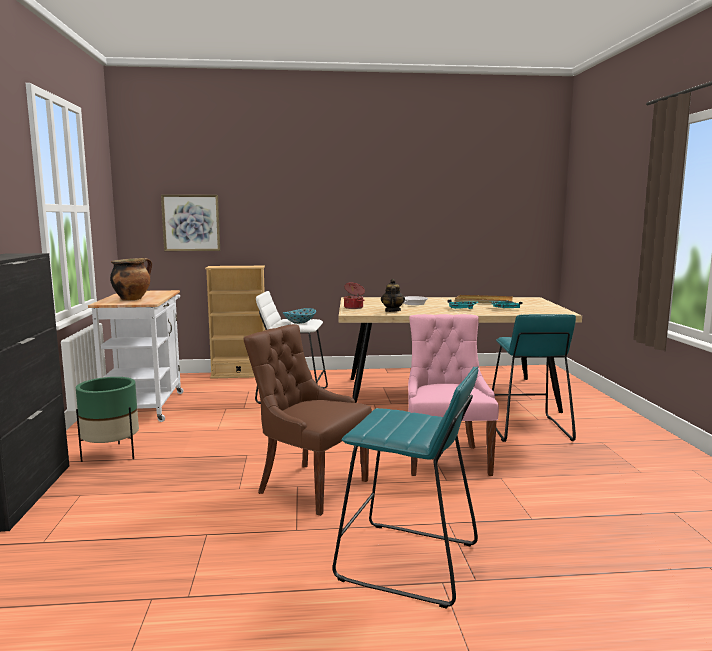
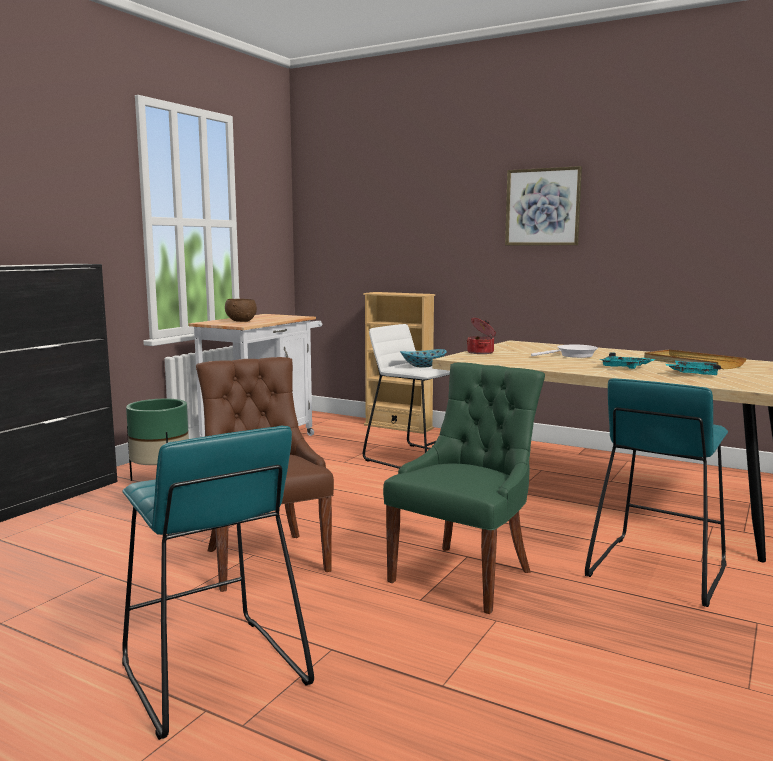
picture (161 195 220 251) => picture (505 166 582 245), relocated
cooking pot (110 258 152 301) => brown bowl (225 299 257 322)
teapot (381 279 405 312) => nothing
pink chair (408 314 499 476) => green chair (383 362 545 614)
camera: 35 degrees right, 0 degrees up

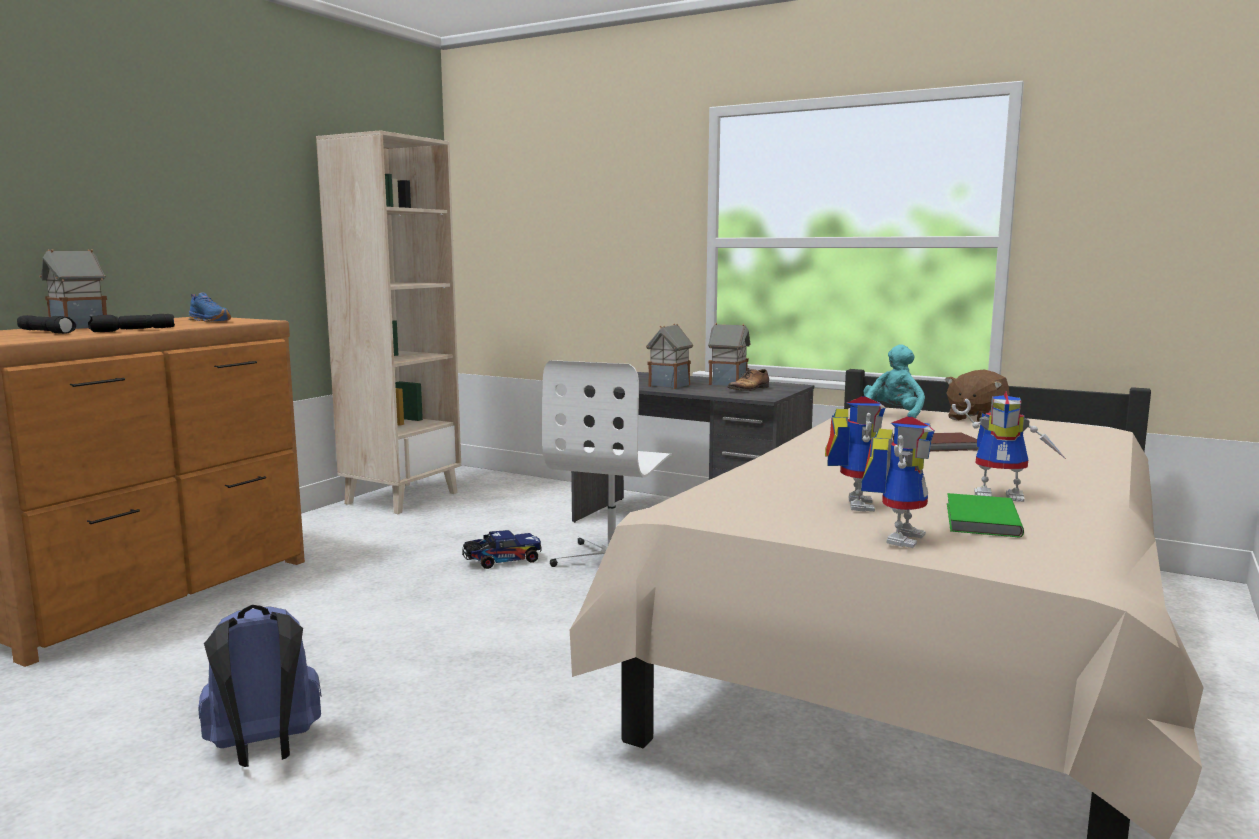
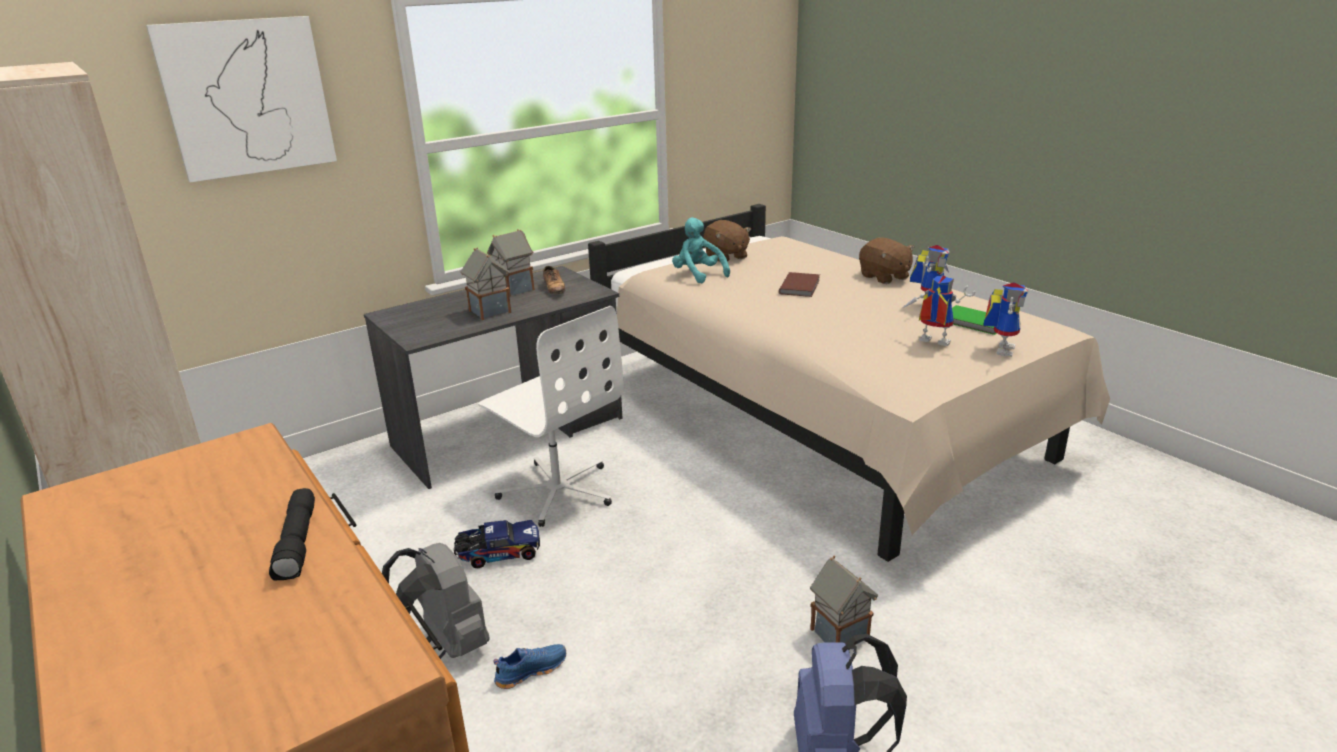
toy house (39 249 107 329) => toy house (810 556 878 644), relocated
blue shoe (188 293 231 322) => blue shoe (493 644 566 689), relocated
black flashlight (17 315 76 334) => nothing
toy robot (861 416 935 548) => toy robot (983 283 1028 357), 60 degrees clockwise
toy truck (462 530 542 569) => toy truck (454 520 540 568), 75 degrees clockwise
nothing => picture (146 16 337 183)
nothing => brown plush toy (859 238 915 284)
nothing => grey backpack (382 543 490 659)
camera: 65 degrees left, 15 degrees up

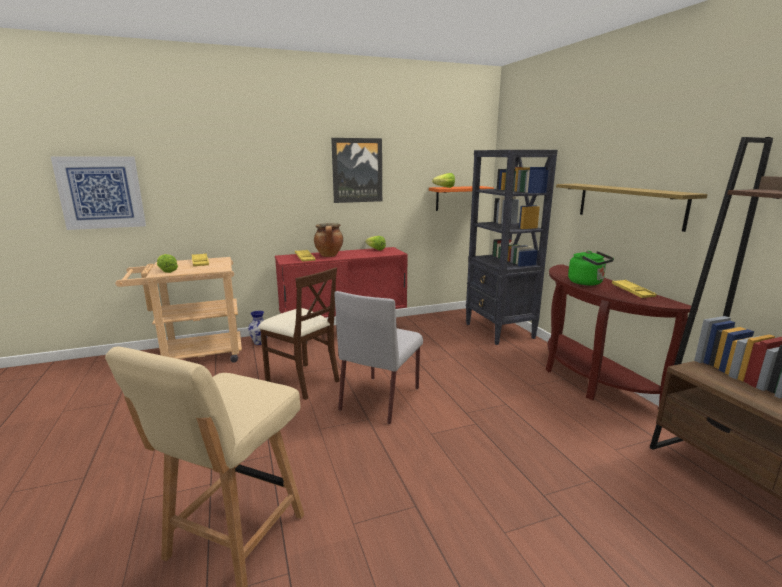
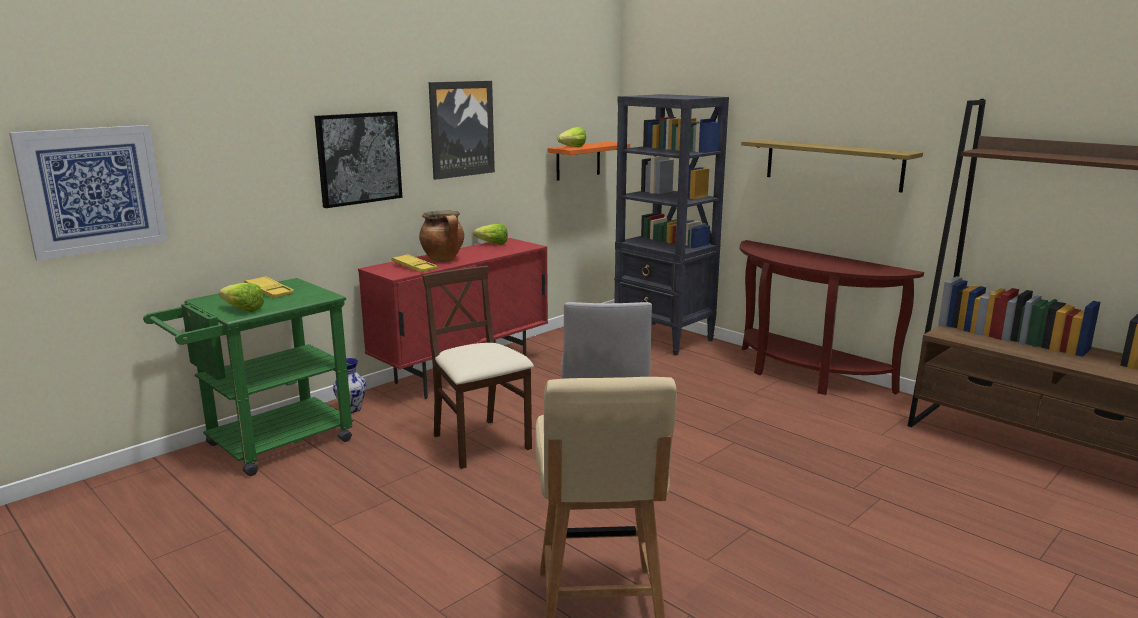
green kettle (568 251 614 285) => nothing
beige cart (115 257 242 363) => green cart (143 278 354 476)
beige chair (258 267 340 400) => beige chair (422 266 534 469), 135 degrees counterclockwise
yellow tray (612 280 657 298) => nothing
nothing => picture (314 112 402 208)
camera: 25 degrees left, 0 degrees up

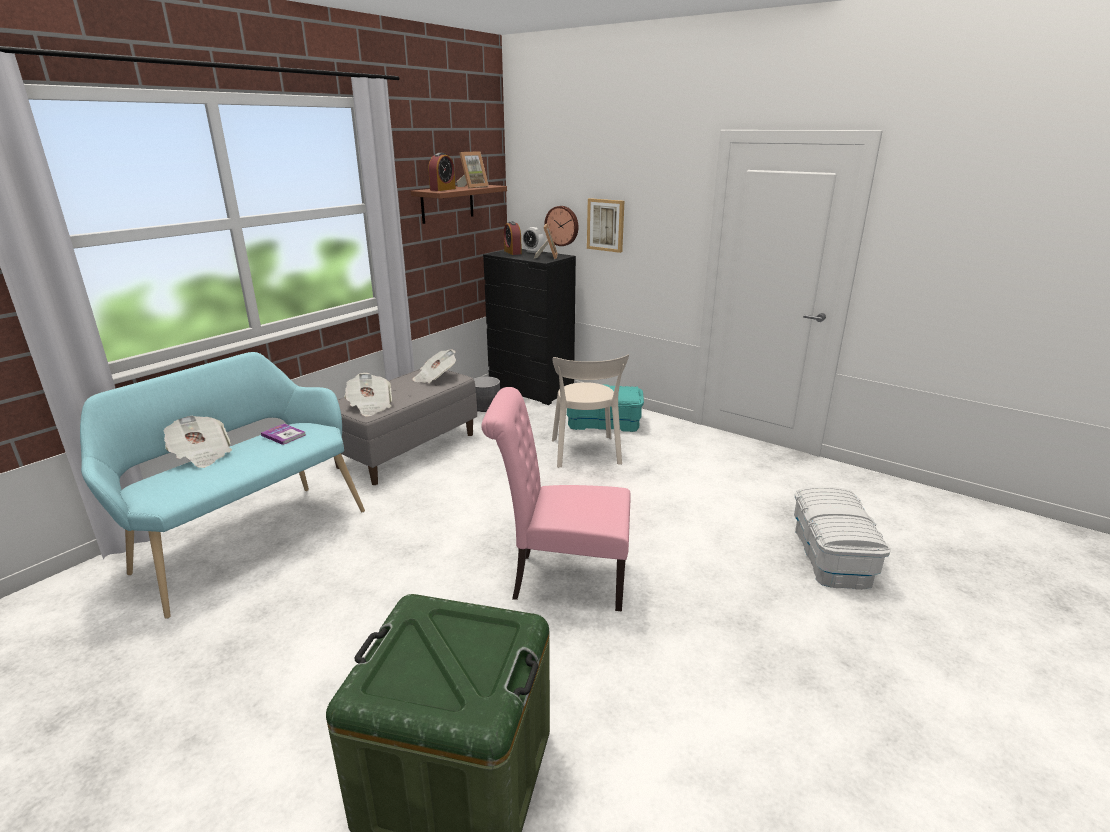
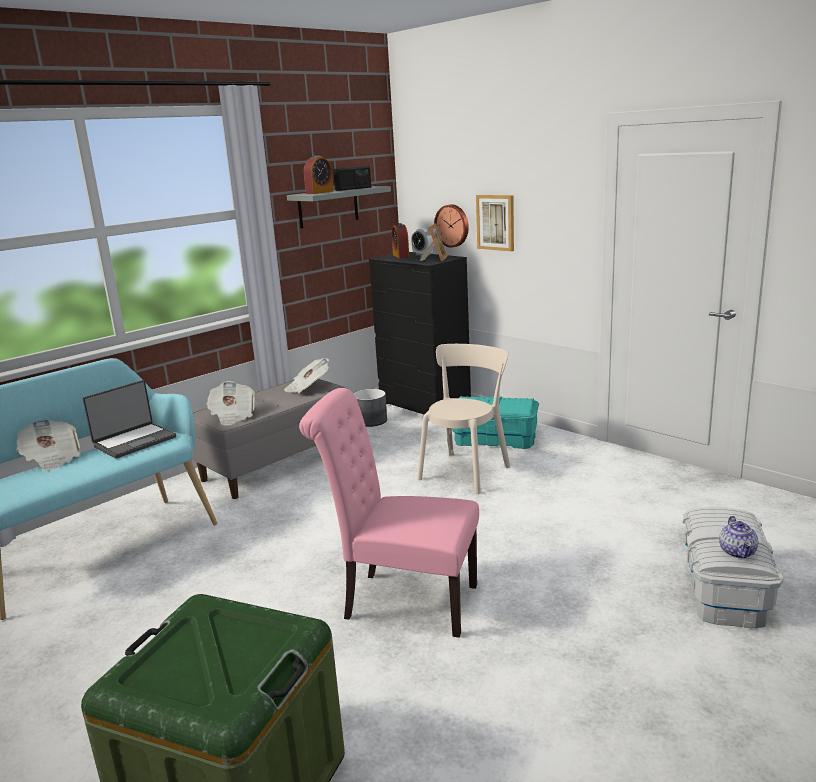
picture frame (457 151 489 188) => radio (333 166 371 191)
brown shelf (411 185 507 224) => grey shelf (287 186 391 229)
beige chair (552 355 629 468) => beige chair (417 344 510 494), 150 degrees counterclockwise
book (261 424 306 445) => laptop (82 380 176 459)
nothing => teapot (719 516 758 558)
camera: 10 degrees right, 5 degrees down

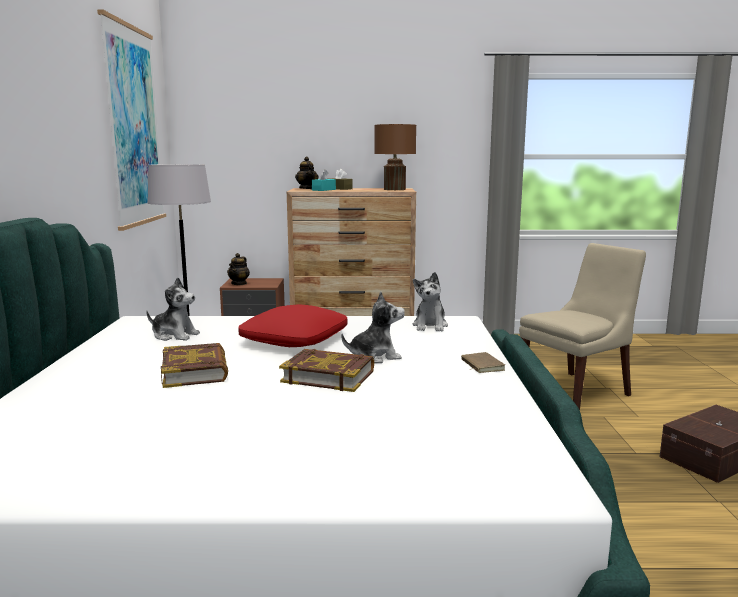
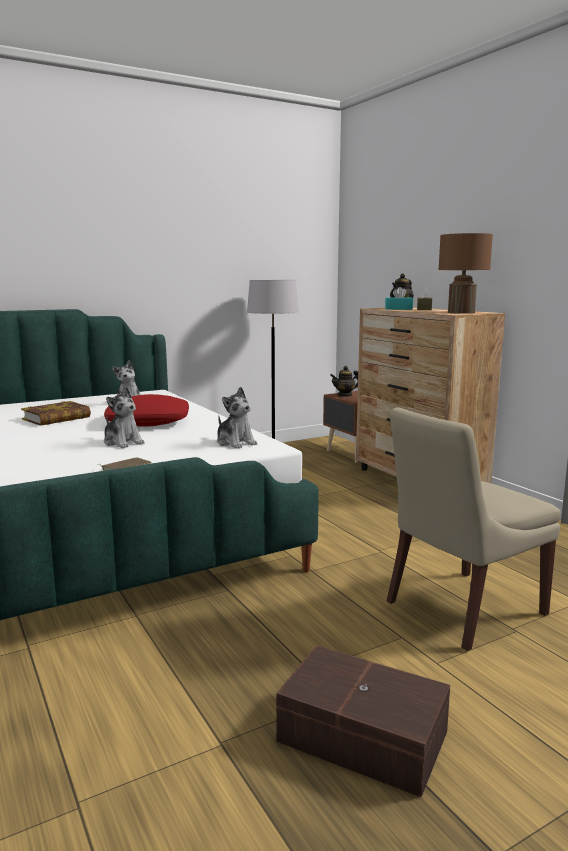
picture (97 9 166 231) => nothing
beige chair (519 243 646 410) => beige chair (387 407 561 651), 120 degrees clockwise
plush toy (413 272 448 331) => plush toy (217 387 257 449), 105 degrees counterclockwise
book (279 349 374 392) => nothing
camera: 60 degrees right, 0 degrees up

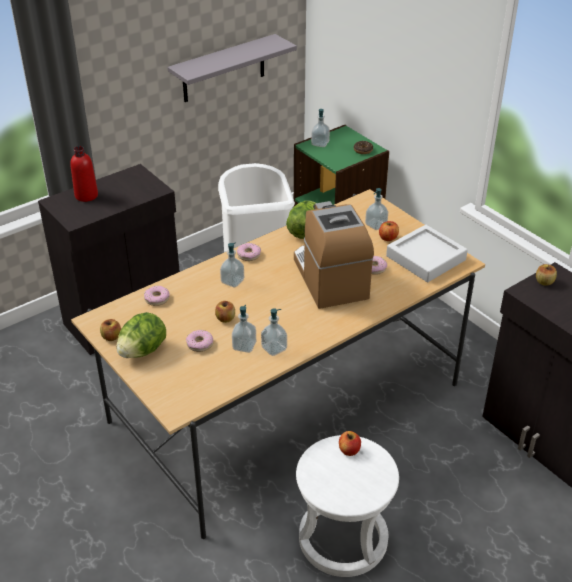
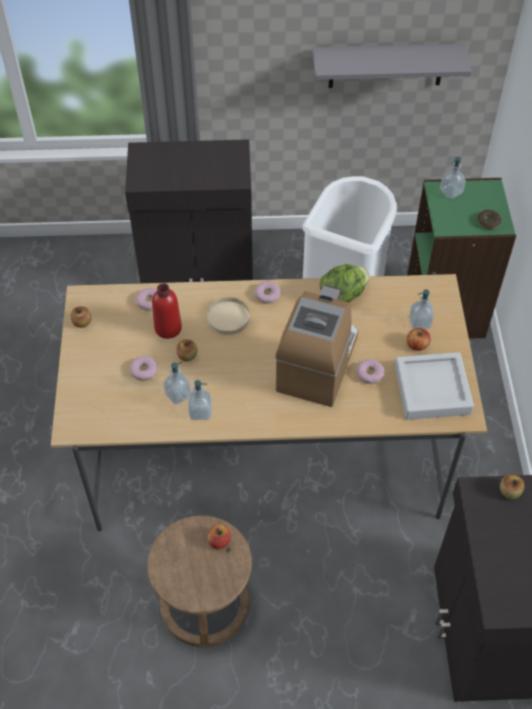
red bottle (70 146 98 202) => red bottle (152 283 182 339), relocated
soap dispenser (220 243 244 288) => beige plate (207 298 250 335)
lettuce (117 312 166 358) => nothing
white stool (296 435 399 577) => brown stool (147 515 252 647)
camera: 35 degrees right, 15 degrees up

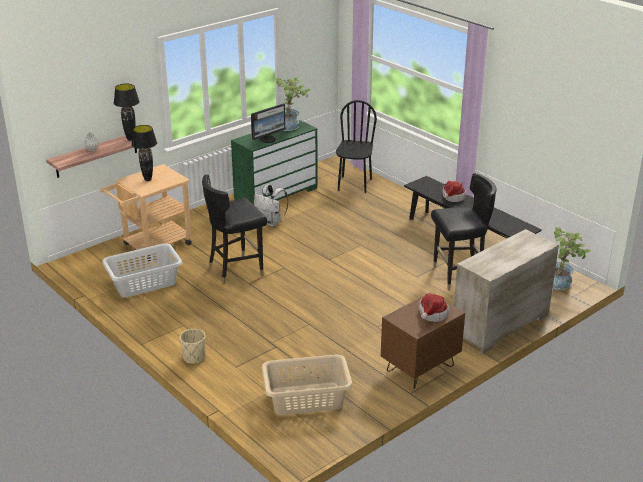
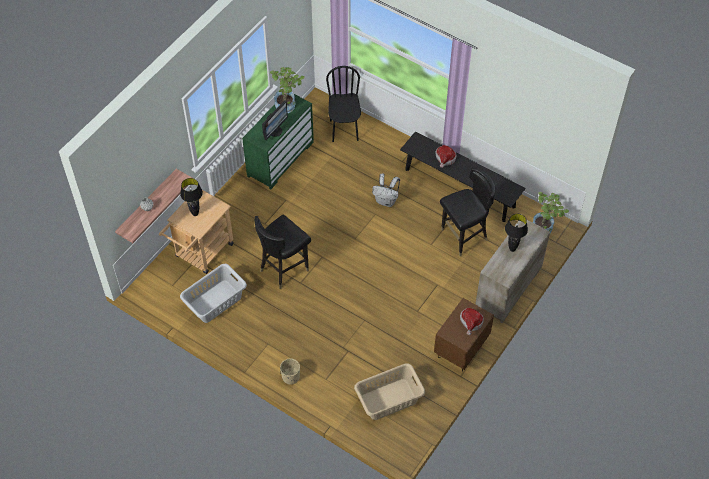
black table lamp (114 84 140 141) => black table lamp (505 214 528 252), relocated
white backpack (254 184 288 226) => white backpack (372 173 400 207), relocated
camera: 15 degrees left, 25 degrees up

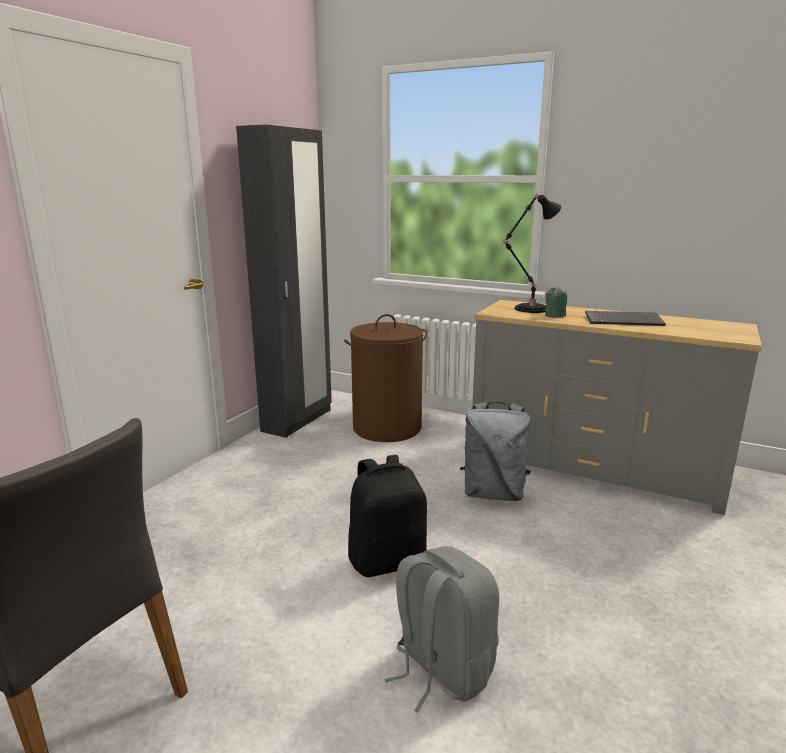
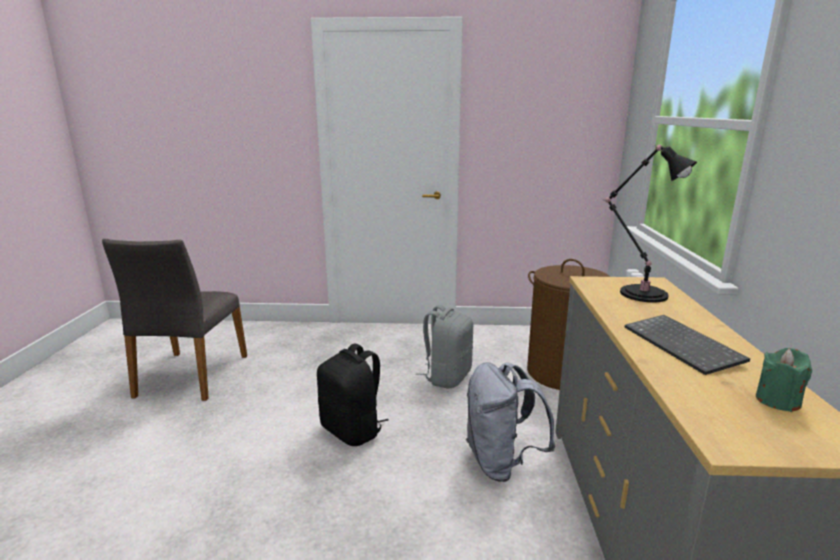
black wardrobe (236 125 332 438) => nothing
green candle (545 287 567 318) => green candle (756 348 812 412), relocated
grey backpack (384 546 499 713) => grey backpack (416 305 473 388), relocated
camera: 65 degrees right, 0 degrees up

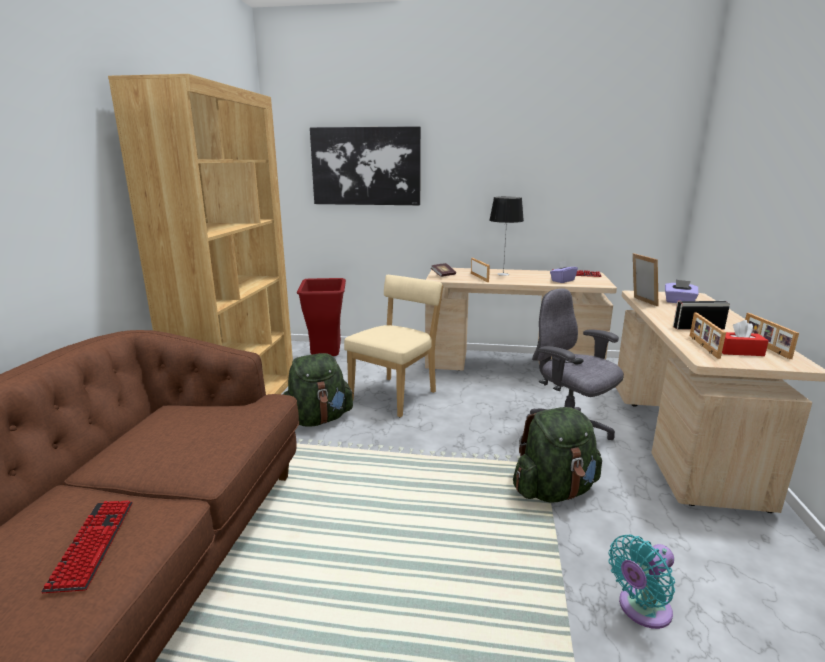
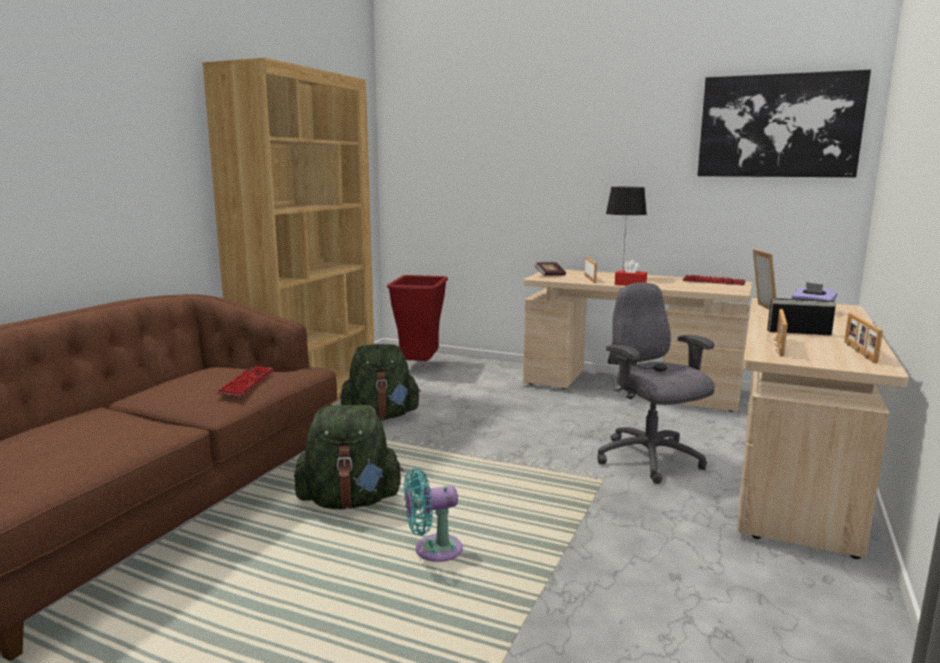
picture (310 126 421 205) => picture (697 70 871 177), relocated
purple tissue box (550 261 578 283) => nothing
beige chair (344 275 443 417) => nothing
red tissue box (722 320 769 356) => red tissue box (615 260 647 286), relocated
green backpack (513 407 602 503) => green backpack (294 405 404 509), relocated
keyboard (41 500 133 593) => keyboard (217 366 274 397), relocated
turquoise fan (608 534 675 629) => turquoise fan (404 469 463 562), relocated
camera: 15 degrees right, 5 degrees down

